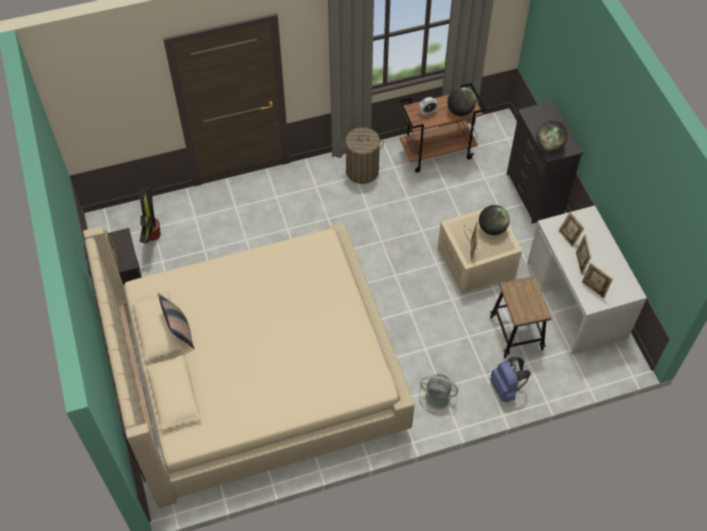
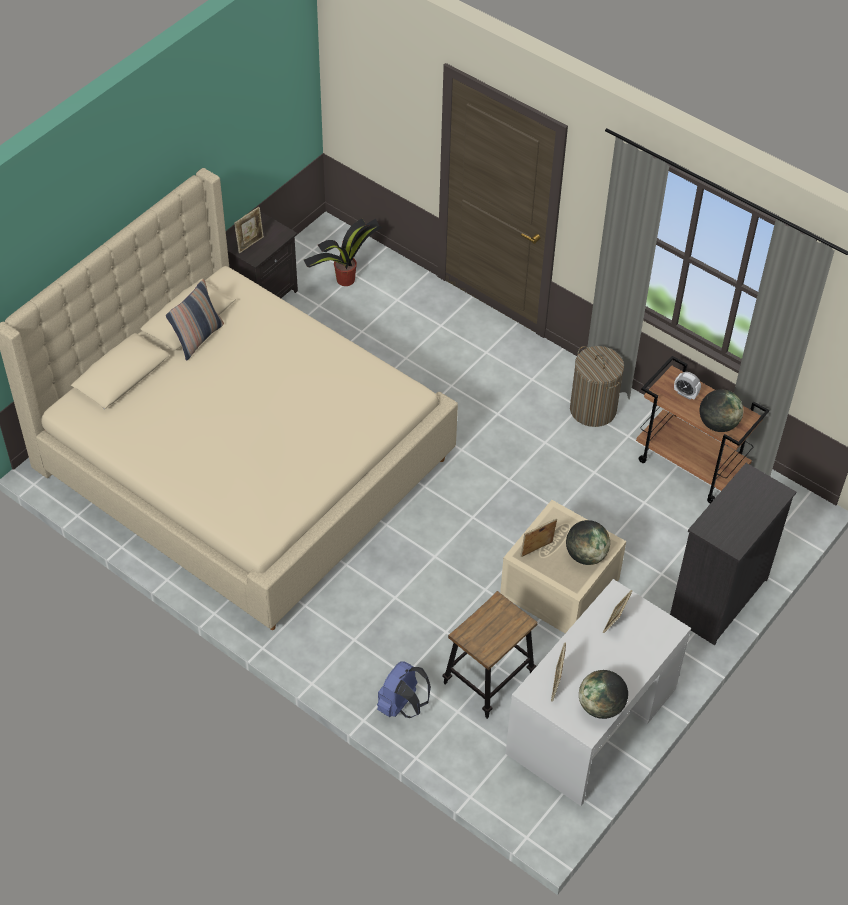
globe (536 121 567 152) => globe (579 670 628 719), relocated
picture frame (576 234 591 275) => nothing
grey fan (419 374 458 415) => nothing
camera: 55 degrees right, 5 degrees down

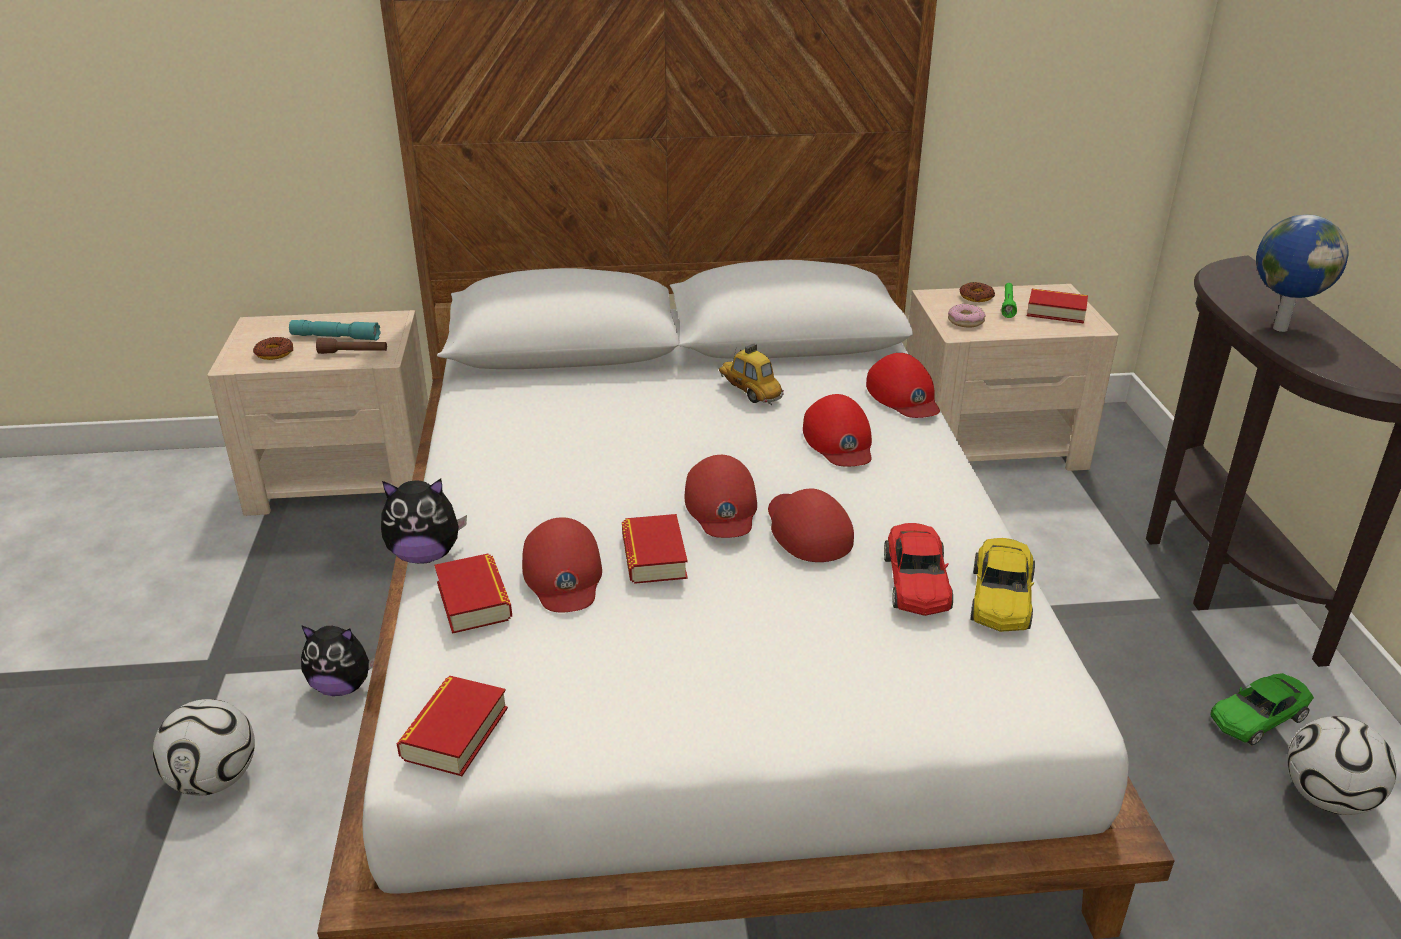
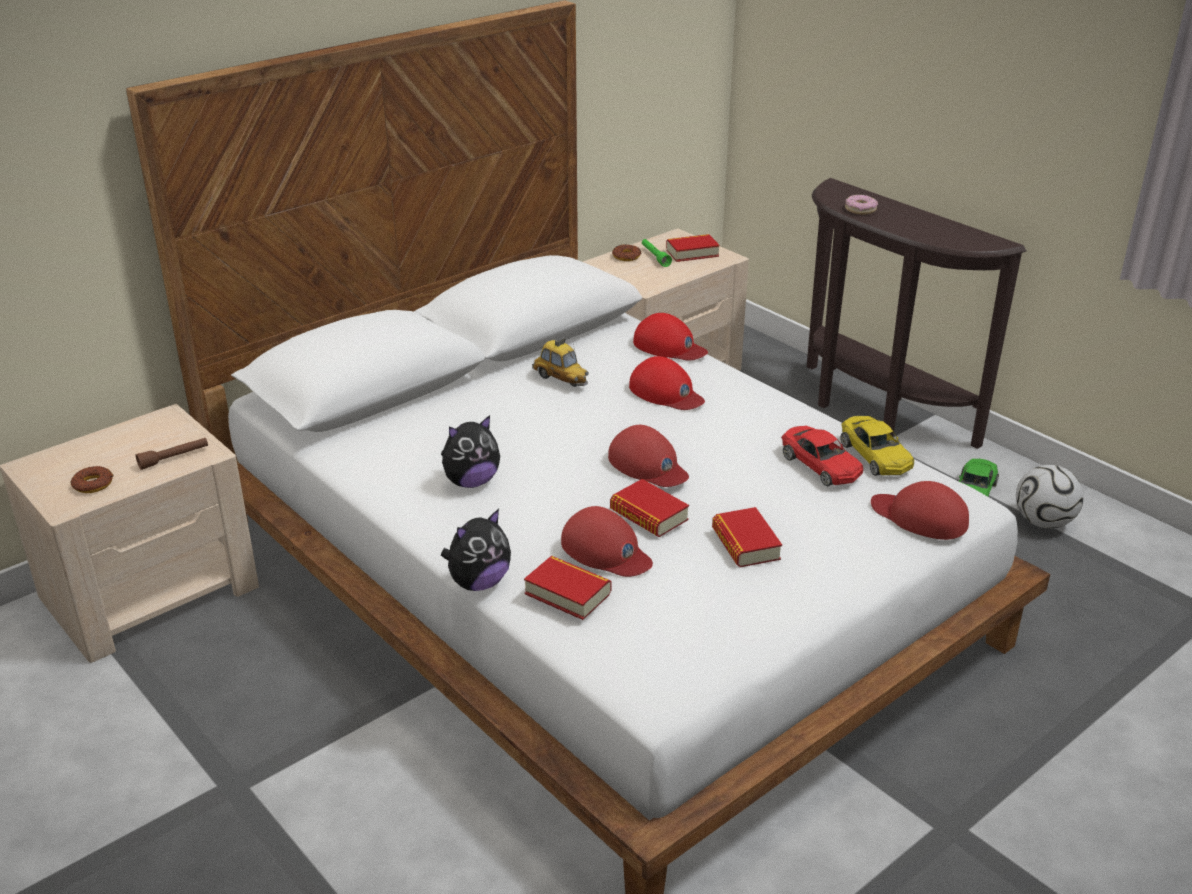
globe (1256 214 1349 332) => nothing
donut (948 304 986 328) => donut (845 195 878 215), relocated
turquoise flashlight (289 320 380 340) => nothing
toy car (719 344 784 405) => toy car (532 337 589 387), 150 degrees counterclockwise
red cap (768 489 854 562) => red cap (871 481 969 540), relocated
plush toy (301 625 375 696) => plush toy (441 415 500 488), relocated
book (397 676 508 776) => book (712 507 782 567), relocated
football (153 699 255 796) => nothing
camera: 35 degrees left, 0 degrees up

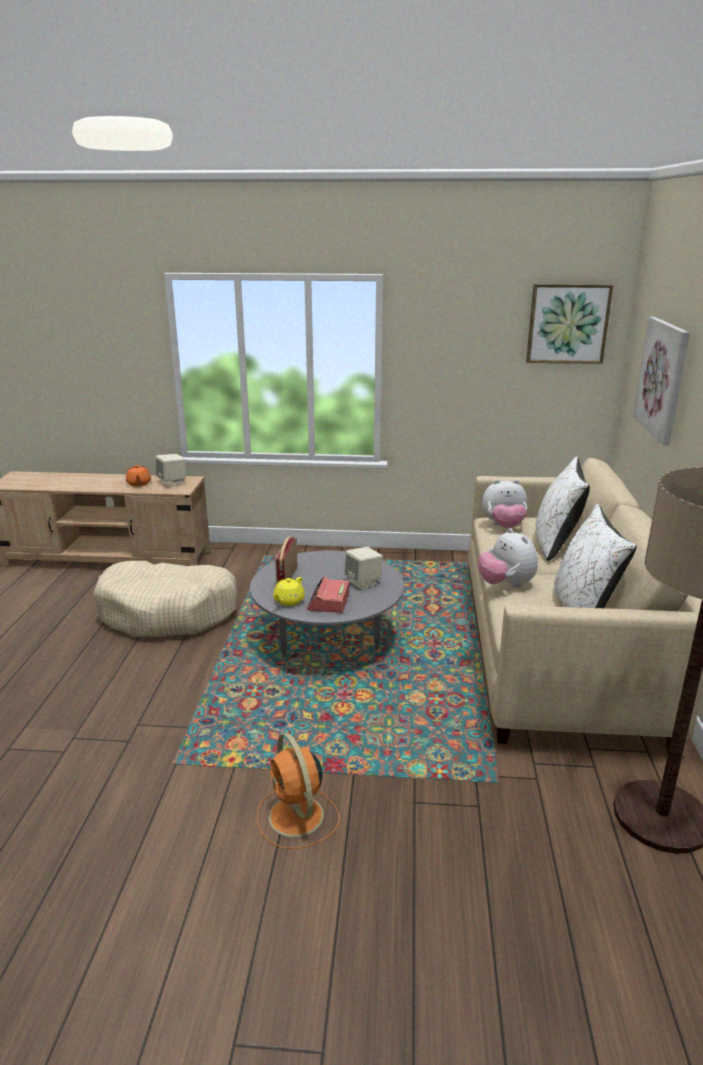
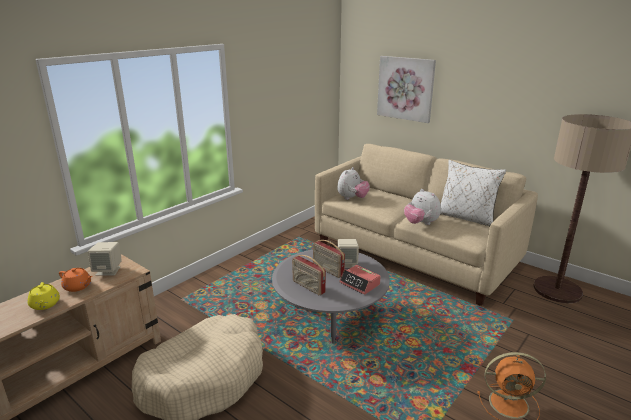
picture (526 284 613 364) => nothing
white pillow (536 457 590 561) => nothing
plush toy (478 528 538 588) => plush toy (404 189 441 225), 45 degrees clockwise
yellow teapot (273 577 305 606) => yellow teapot (27 282 60 310), relocated
nothing => radio (313 240 345 278)
camera: 55 degrees left, 0 degrees up

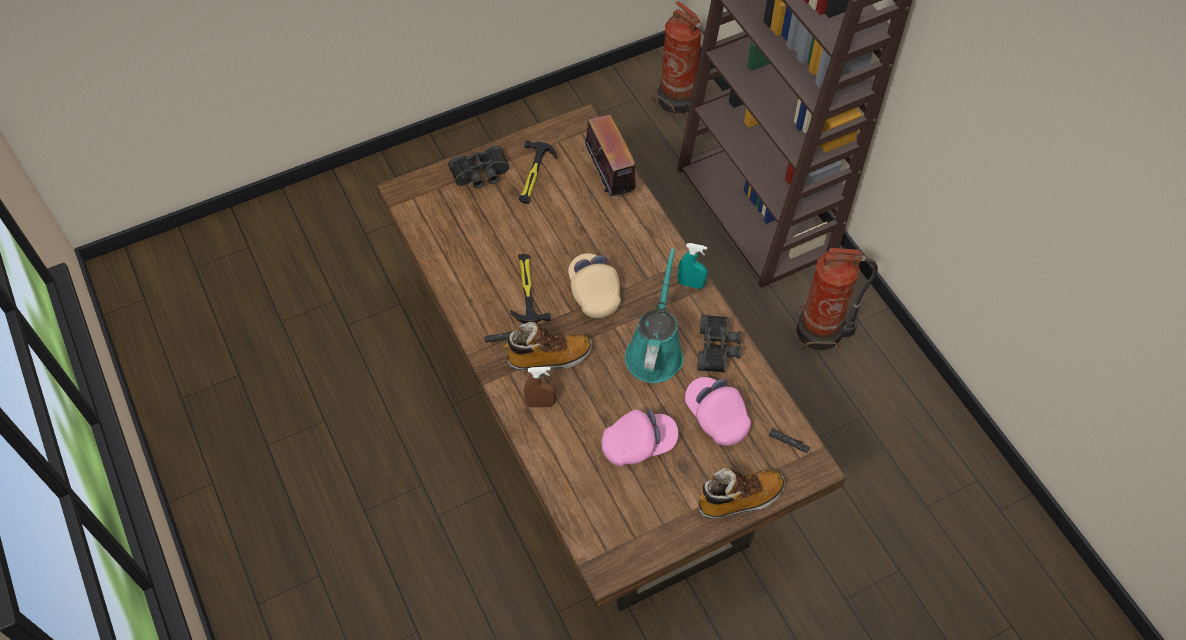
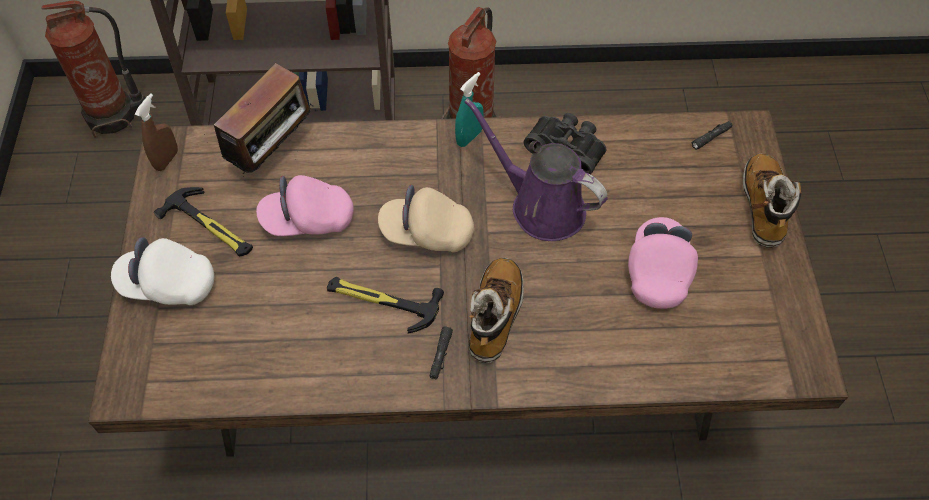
radio (582 115 636 202) => radio (204 63 316 174), 120 degrees clockwise
black binoculars (448 145 510 189) => white cap (111 237 214 305)
turquoise watering can (625 248 684 383) => purple watering can (464 98 608 241)
brown spray bottle (524 367 556 407) => brown spray bottle (135 93 178 171), relocated
pink cap (685 377 751 446) => pink cap (256 175 354 236), relocated
camera: 65 degrees left, 0 degrees up

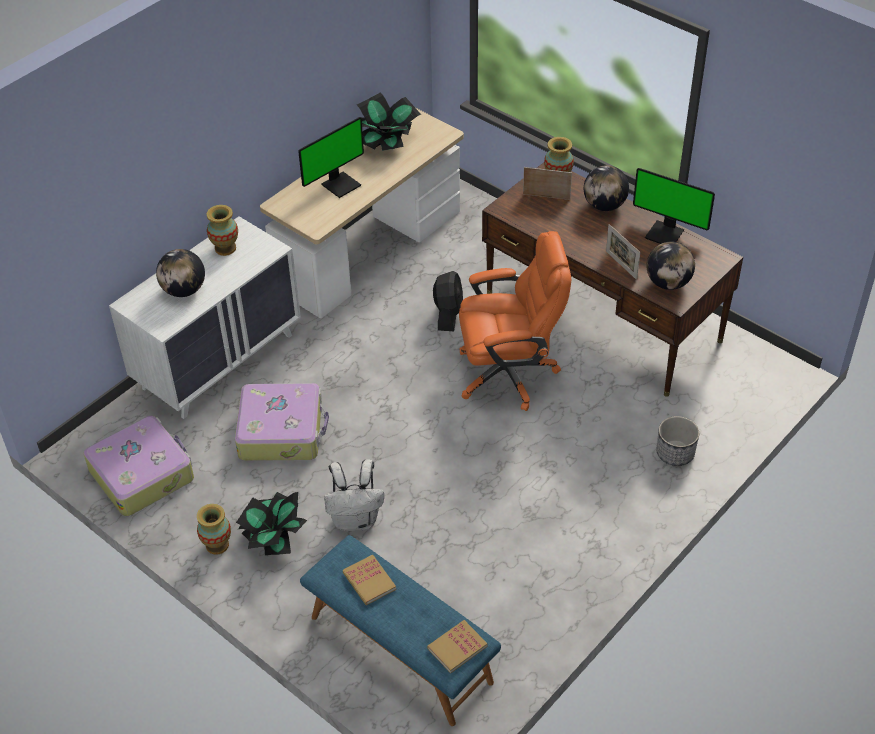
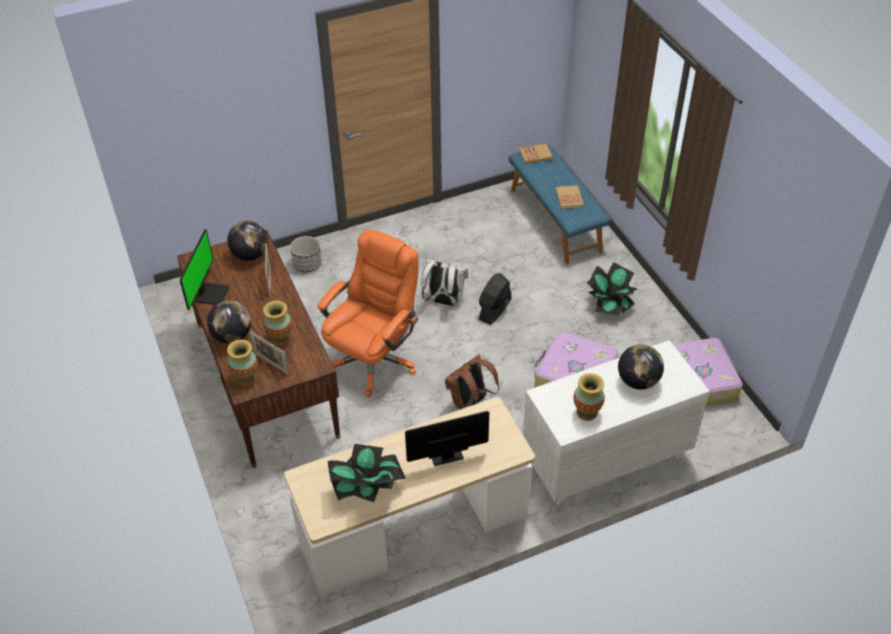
monitor (633 168 715 244) => monitor (180 229 230 310), 45 degrees clockwise
orange office chair (459 231 571 411) => orange office chair (318 229 419 397), 105 degrees clockwise
black fan (433 271 463 331) => black fan (478 273 512 325), relocated
white backpack (324 459 384 531) => white backpack (421 259 468 306), relocated
vase (197 504 231 555) => vase (263 301 292 346), relocated
nothing => brown backpack (445 354 499 409)
camera: 155 degrees left, 0 degrees up

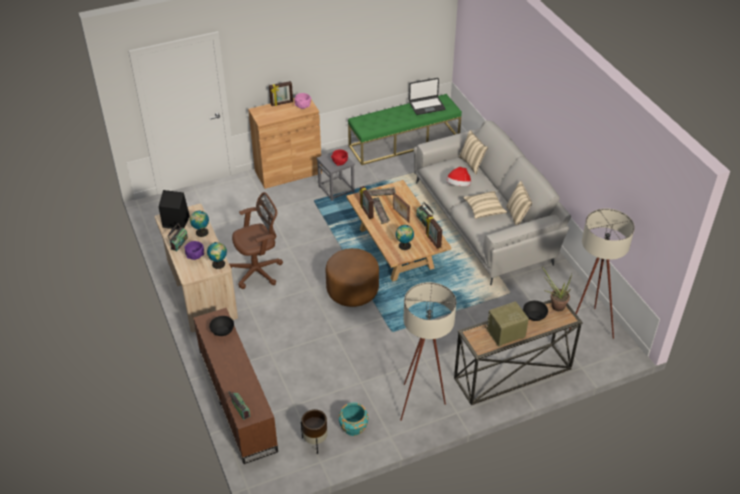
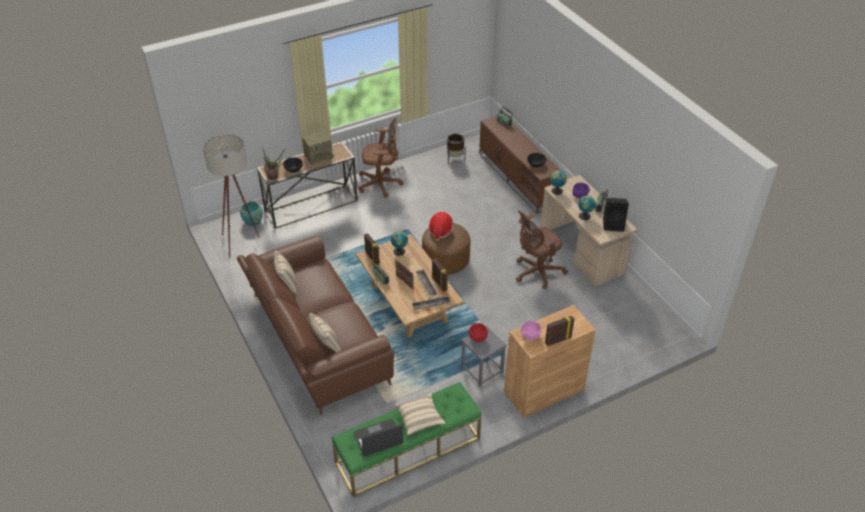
grey sofa (414 120 571 285) => brown sofa (237 236 394 415)
hat (446 167 471 186) => hat (429 212 453 241), relocated
beige pillow (463 191 507 219) => beige pillow (394 393 446 435), relocated
beige floor lamp (400 282 456 421) => brown office chair (358 118 404 198)
turquoise planter (339 402 368 436) => turquoise planter (240 201 263 226), relocated
camera: 175 degrees right, 0 degrees up

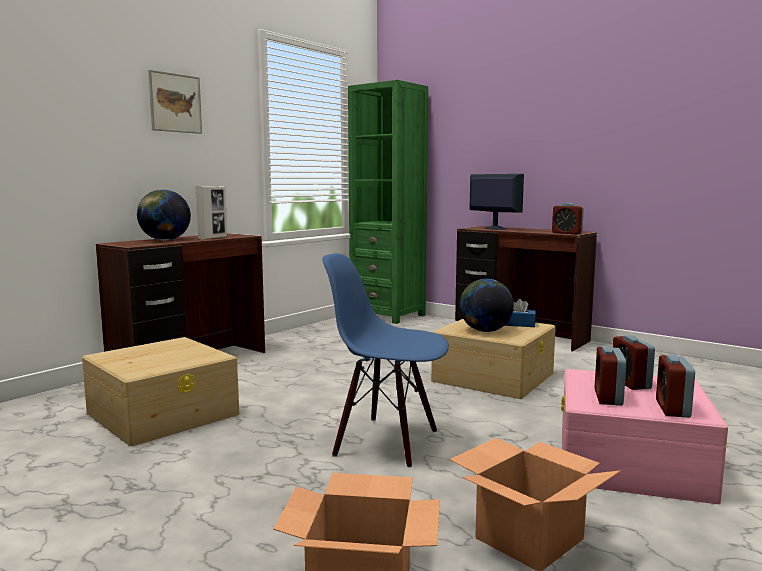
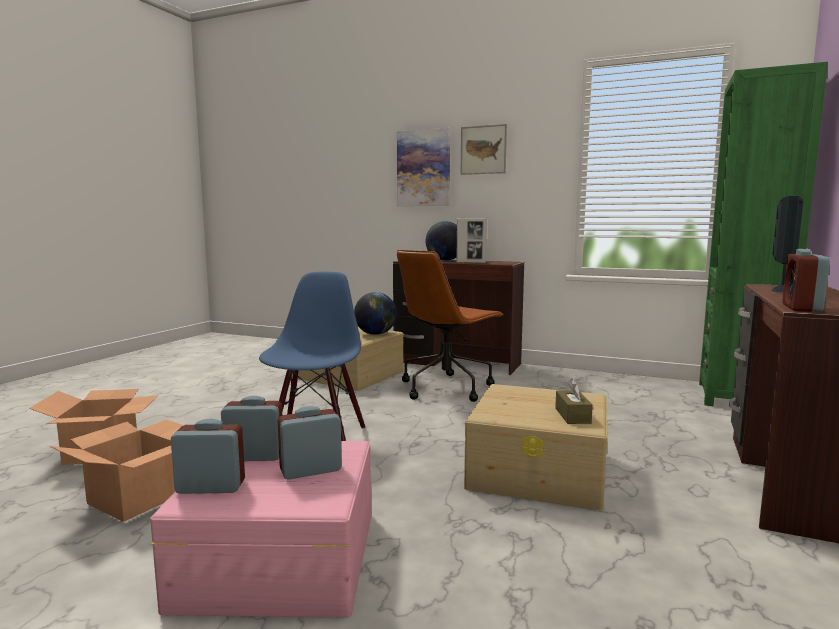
globe (459 279 514 332) => globe (354 292 397 335), relocated
blue tissue box (505 299 536 327) => brown tissue box (555 379 593 424)
nothing => picture (397 128 450 206)
nothing => brown office chair (397 250 504 402)
camera: 75 degrees right, 0 degrees up

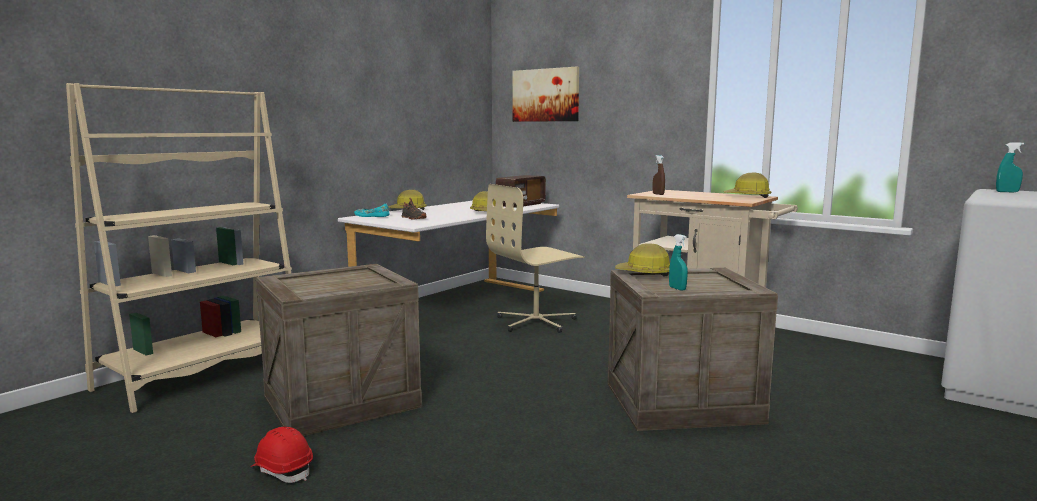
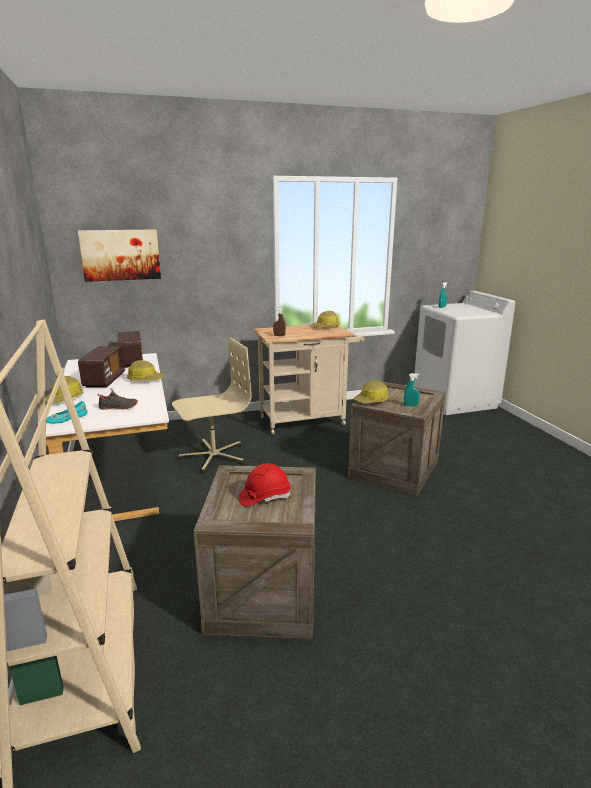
beige office chair (486 184 585 333) => beige office chair (172 338 251 474), 120 degrees counterclockwise
red hard hat (251 427 313 483) => red hard hat (238 463 290 507), relocated
nothing => radio (78 346 125 388)
camera: 55 degrees left, 10 degrees up

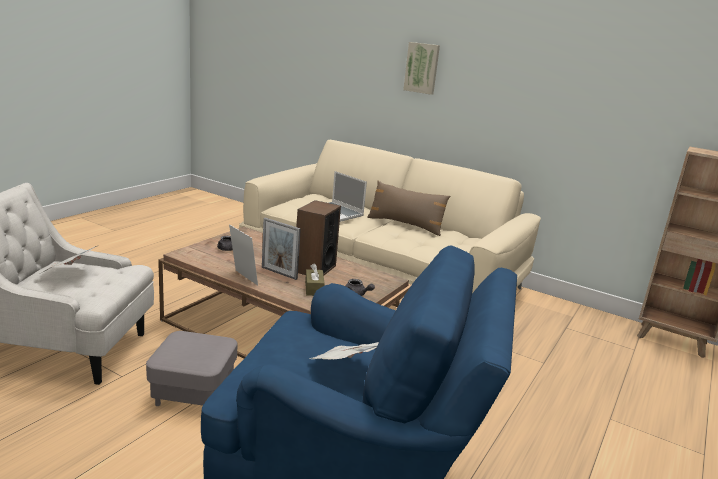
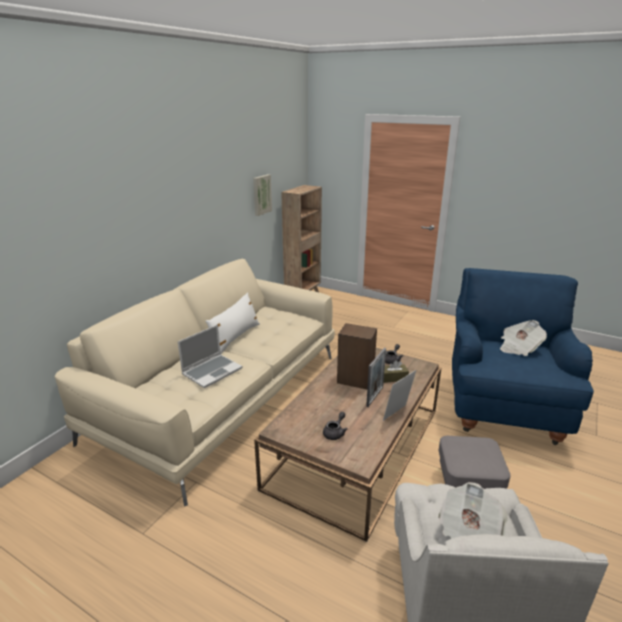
picture (403 42 440 95) => picture (253 174 272 216), relocated
brown pillow (367 181 450 236) => white pillow (205 292 260 354)
camera: 90 degrees left, 5 degrees up

